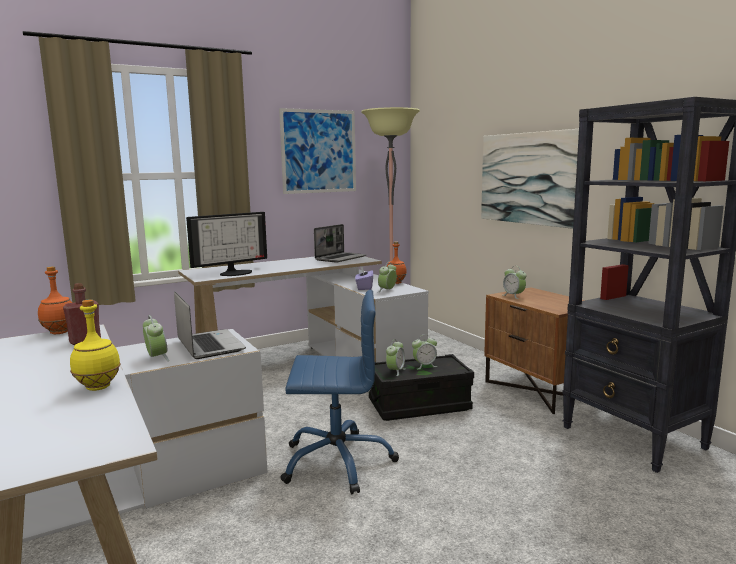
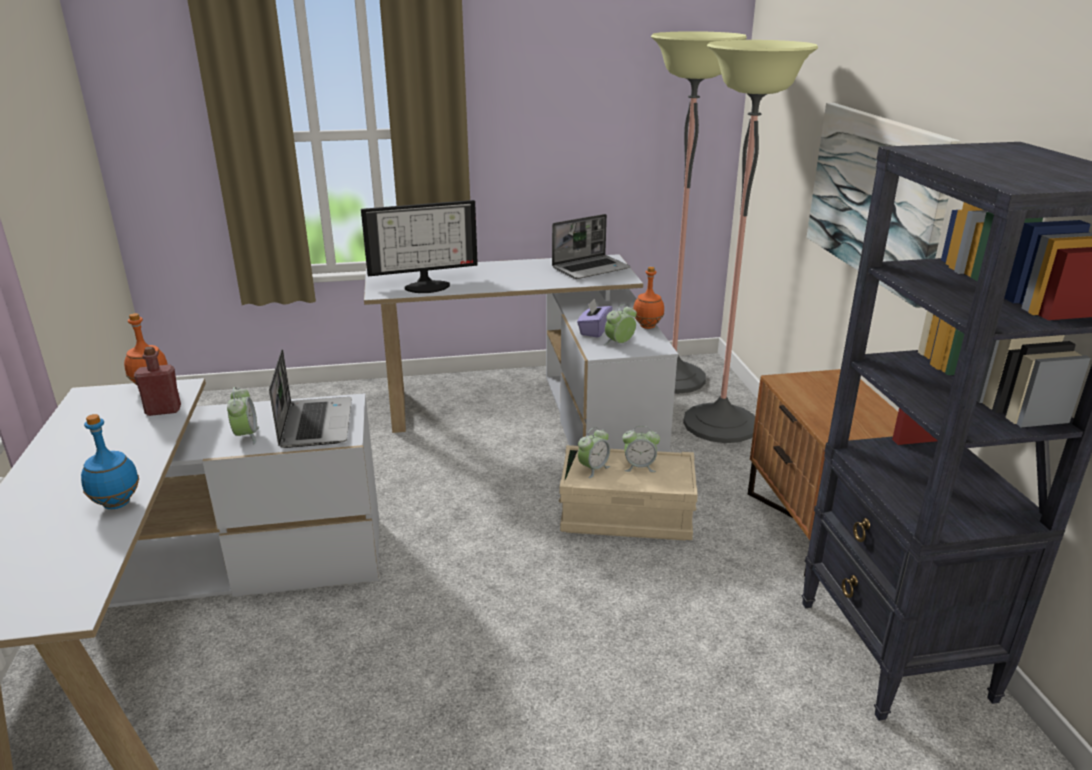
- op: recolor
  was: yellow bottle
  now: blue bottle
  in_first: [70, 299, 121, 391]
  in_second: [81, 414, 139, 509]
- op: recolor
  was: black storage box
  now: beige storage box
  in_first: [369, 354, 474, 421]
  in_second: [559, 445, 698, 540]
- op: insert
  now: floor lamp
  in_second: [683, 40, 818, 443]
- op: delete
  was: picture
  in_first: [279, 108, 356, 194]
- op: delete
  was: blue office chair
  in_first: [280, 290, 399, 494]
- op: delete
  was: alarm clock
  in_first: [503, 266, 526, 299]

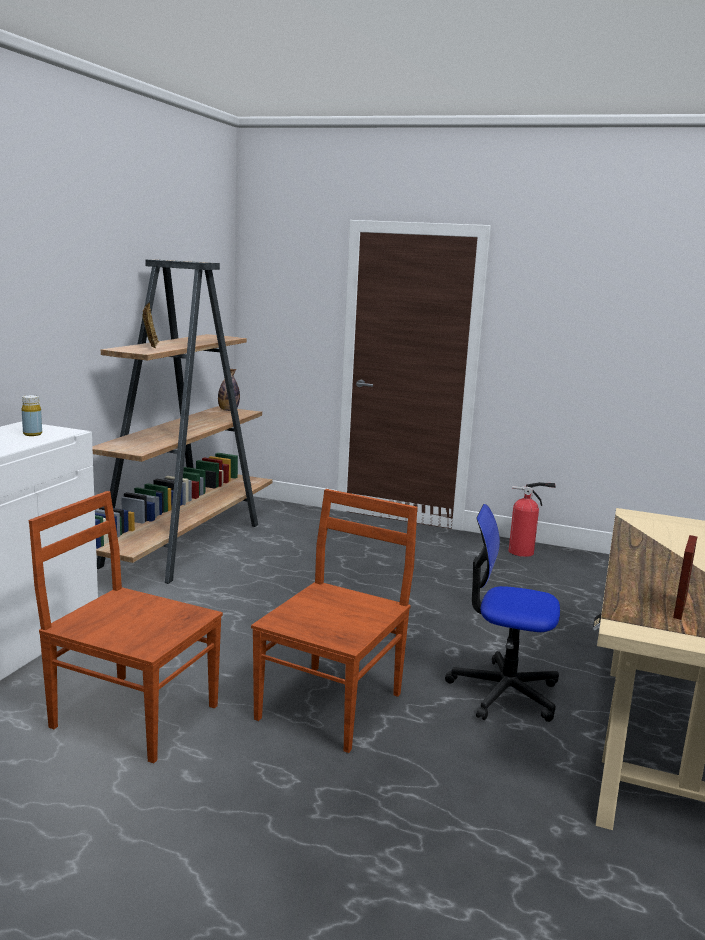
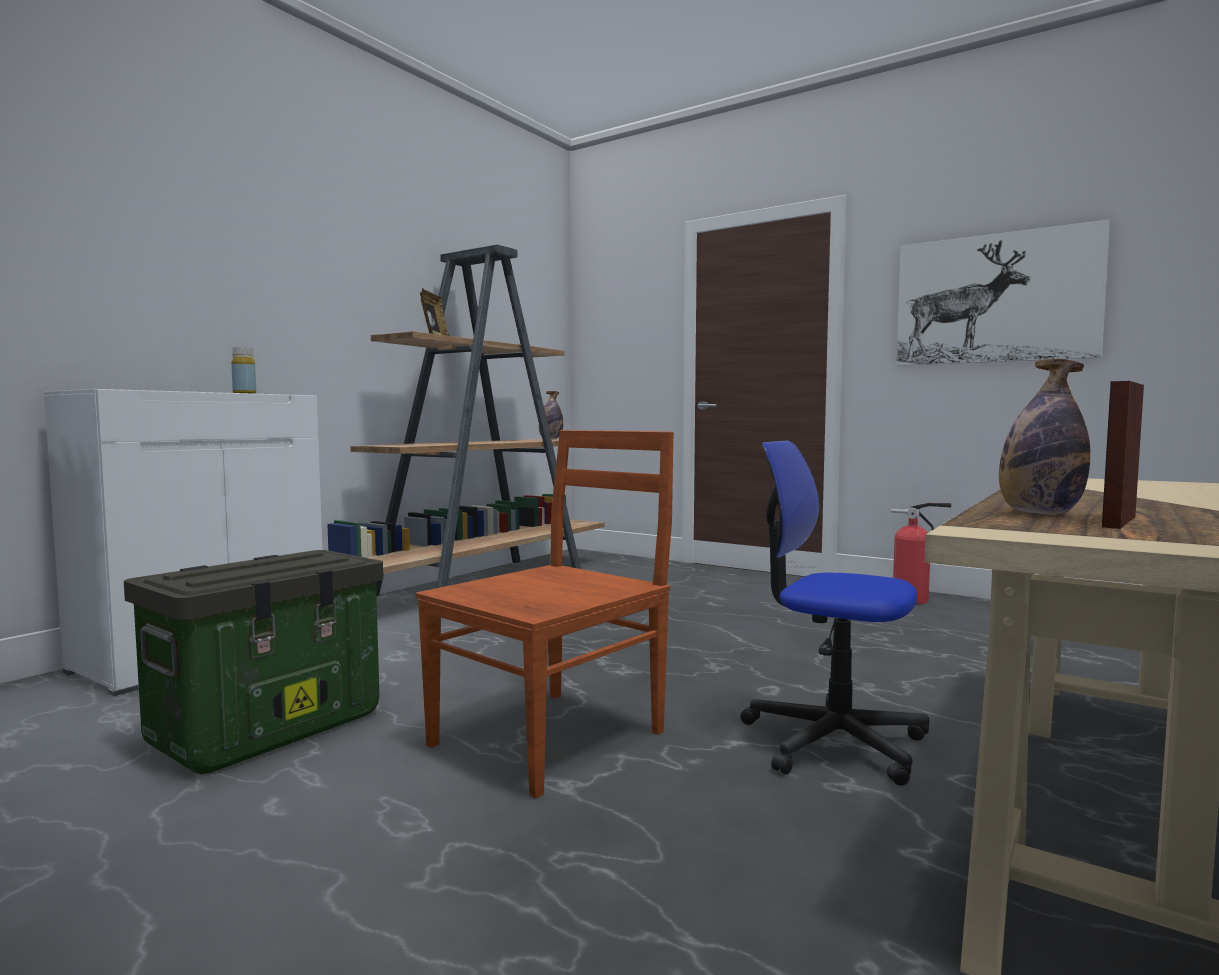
- op: replace
  was: brown chair
  now: storage box
  in_first: [29, 491, 223, 763]
  in_second: [124, 550, 383, 774]
- op: insert
  now: picture
  in_second: [896, 219, 1110, 366]
- op: insert
  now: bottle
  in_second: [999, 359, 1090, 515]

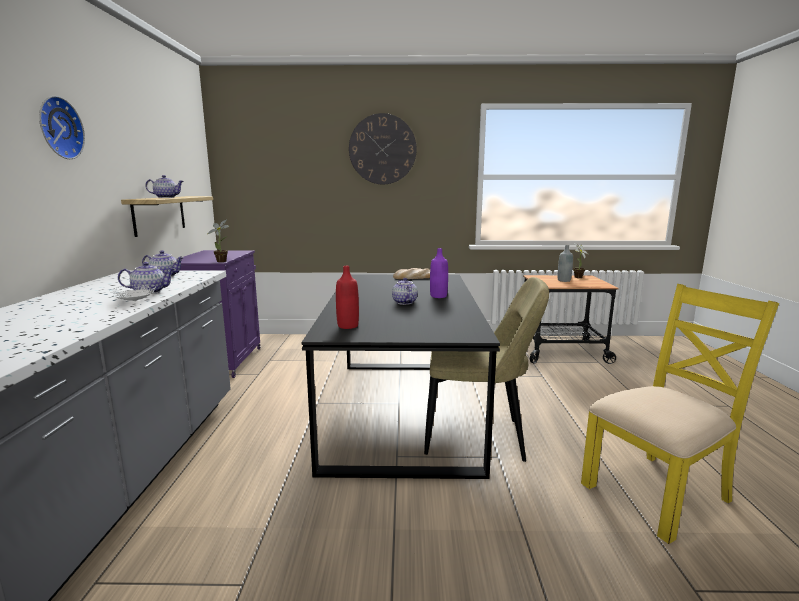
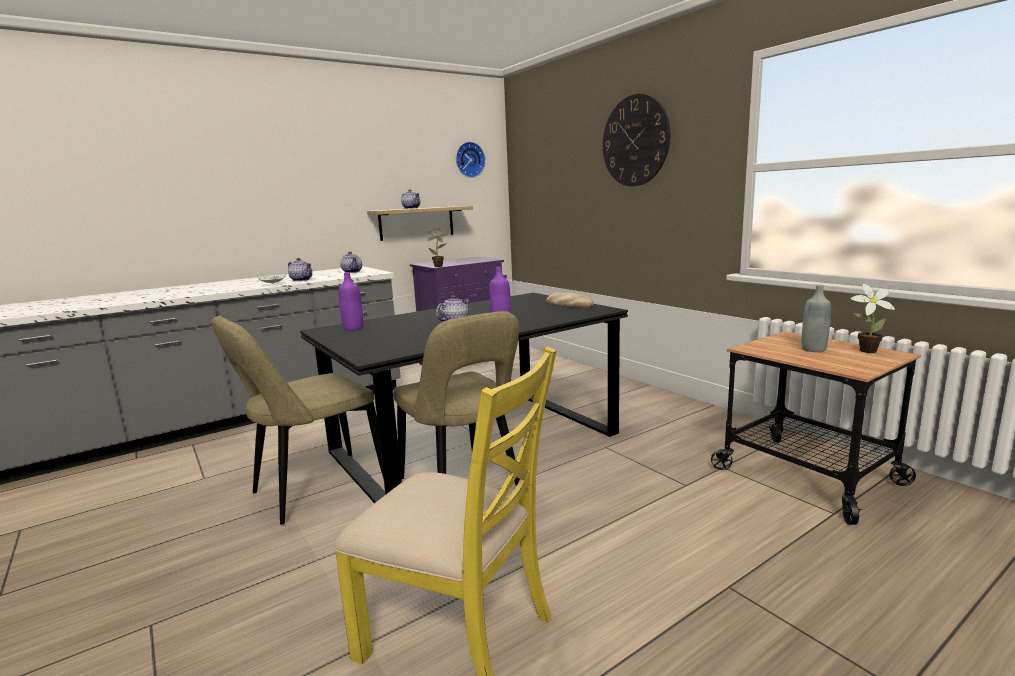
- op: insert
  now: beige chair
  in_second: [211, 316, 384, 525]
- op: recolor
  was: red bottle
  now: purple bottle
  in_first: [336, 266, 359, 329]
  in_second: [338, 272, 363, 331]
- op: move
  was: wall clock
  in_first: [39, 96, 85, 159]
  in_second: [456, 142, 486, 178]

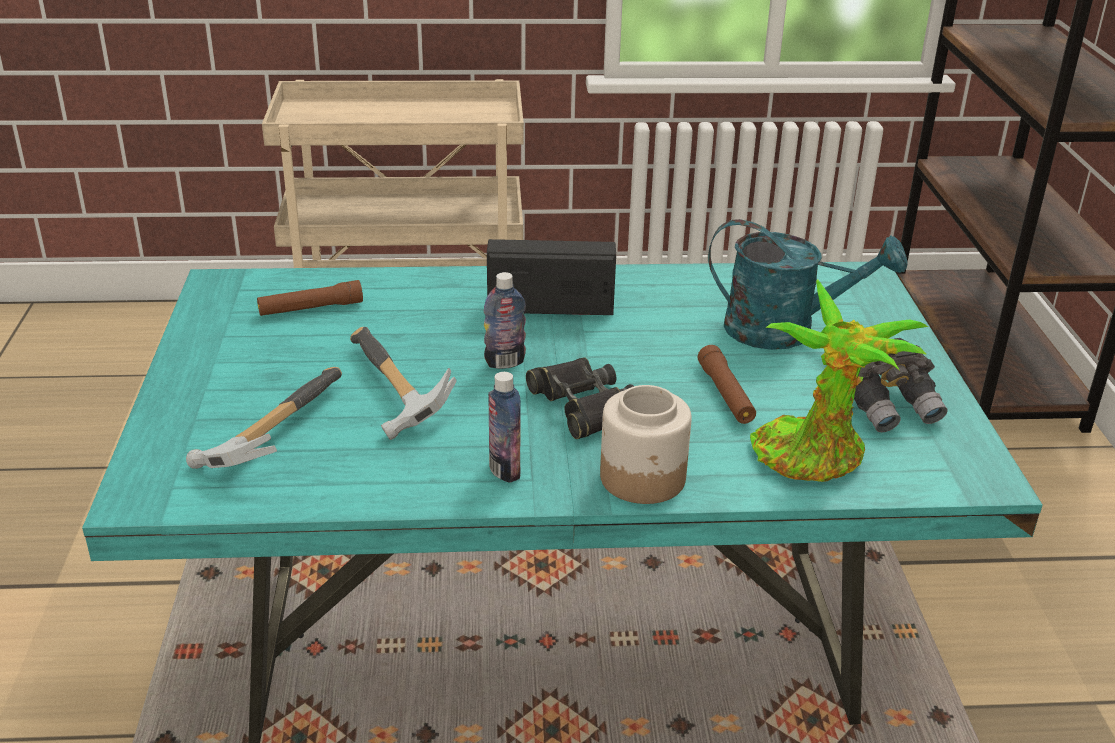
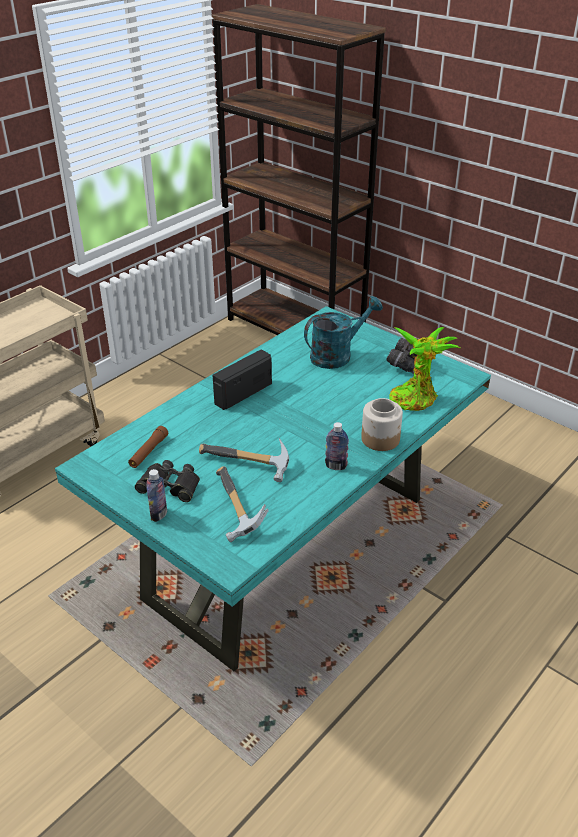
- op: move
  was: black binoculars
  in_first: [526, 357, 634, 439]
  in_second: [135, 460, 200, 502]
- op: move
  was: bottle
  in_first: [484, 272, 526, 369]
  in_second: [146, 469, 167, 522]
- op: delete
  was: brown flashlight
  in_first: [698, 345, 756, 424]

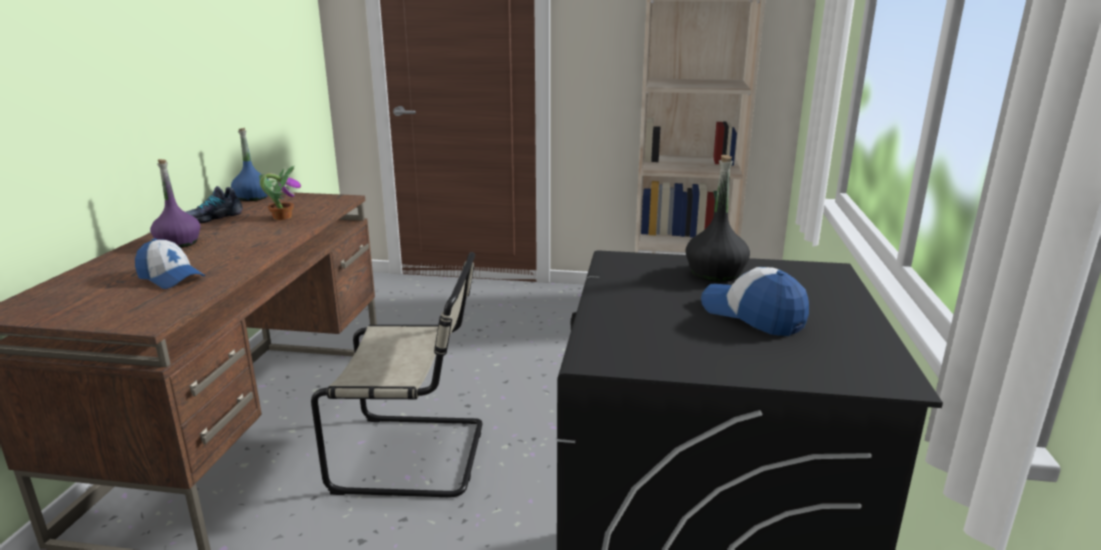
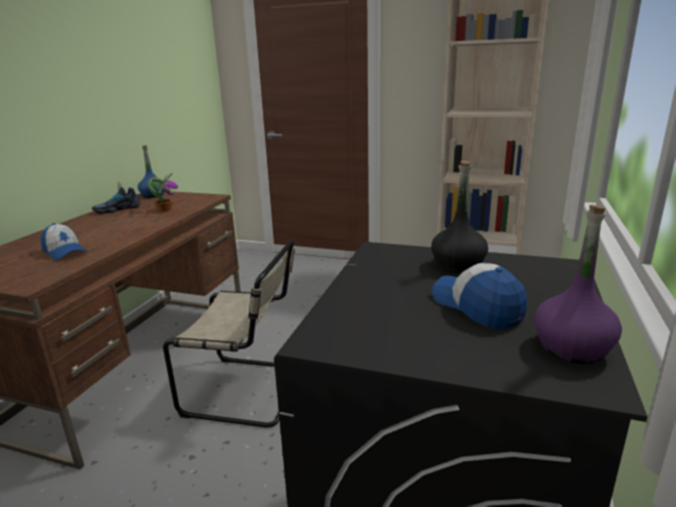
- op: move
  was: purple bottle
  in_first: [150, 159, 200, 248]
  in_second: [534, 204, 622, 364]

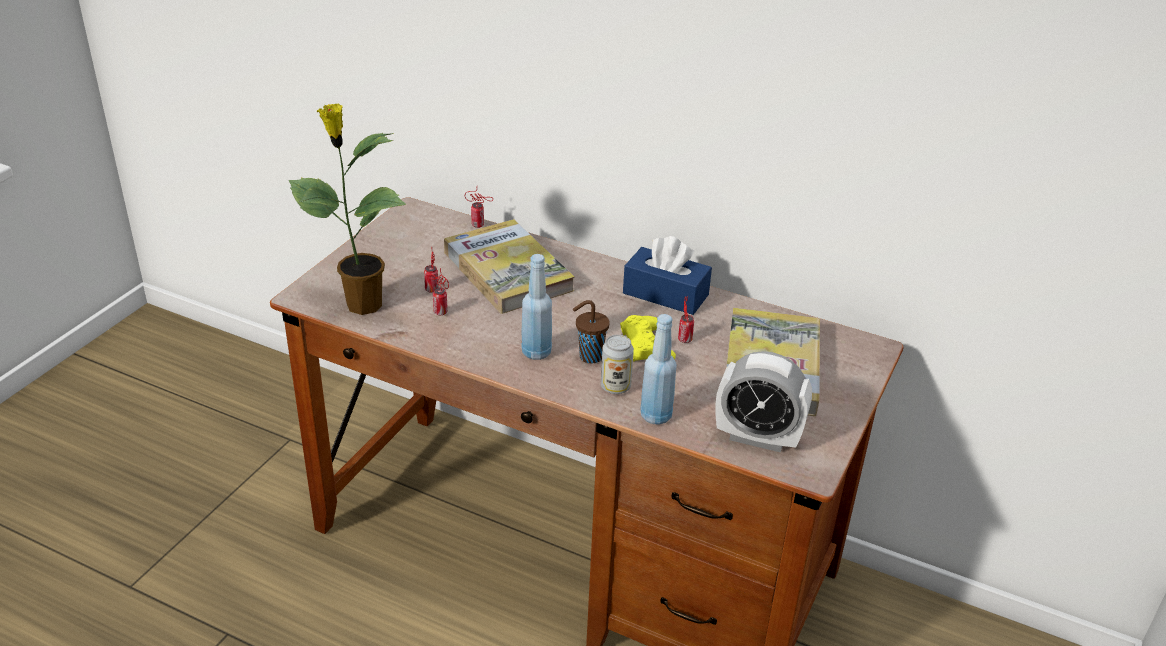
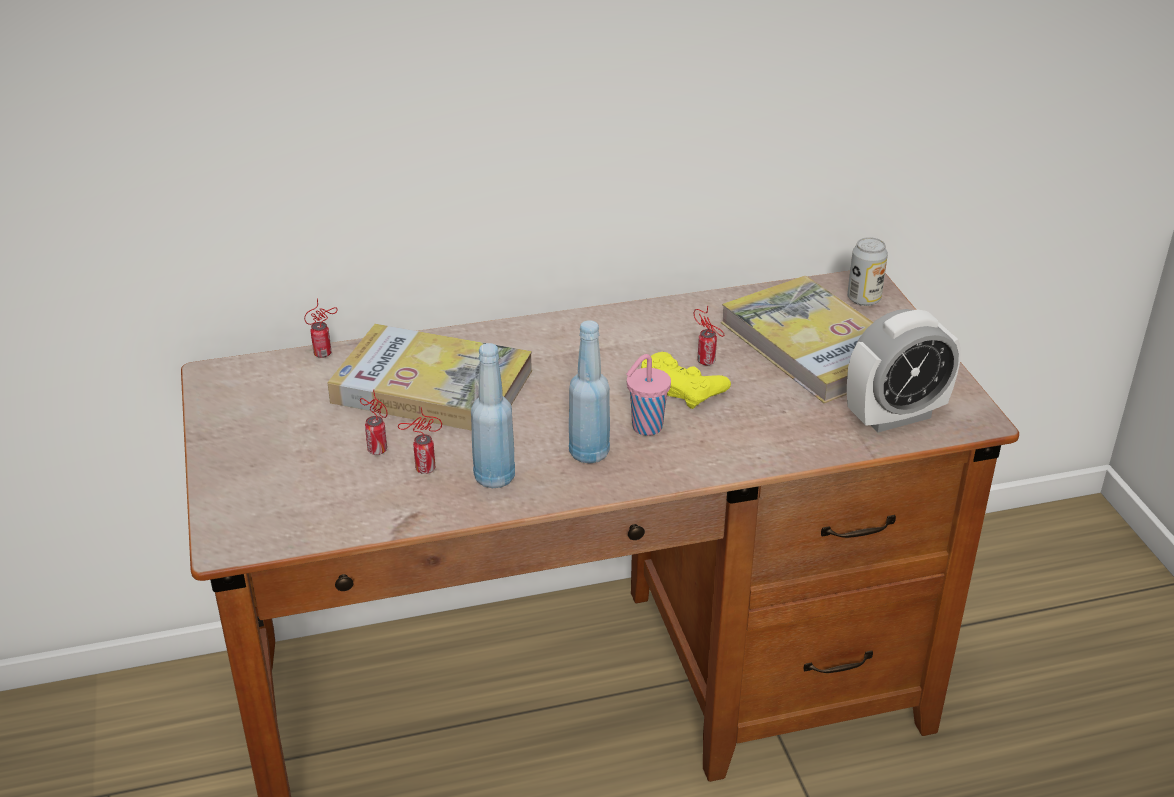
- op: move
  was: blue bottle
  in_first: [640, 314, 677, 425]
  in_second: [471, 343, 515, 488]
- op: recolor
  was: brown cup
  now: pink cup
  in_first: [573, 300, 610, 363]
  in_second: [626, 354, 671, 436]
- op: move
  was: can
  in_first: [601, 335, 634, 394]
  in_second: [847, 237, 888, 306]
- op: delete
  was: potted plant
  in_first: [289, 104, 406, 315]
- op: delete
  was: blue tissue box
  in_first: [623, 236, 712, 315]

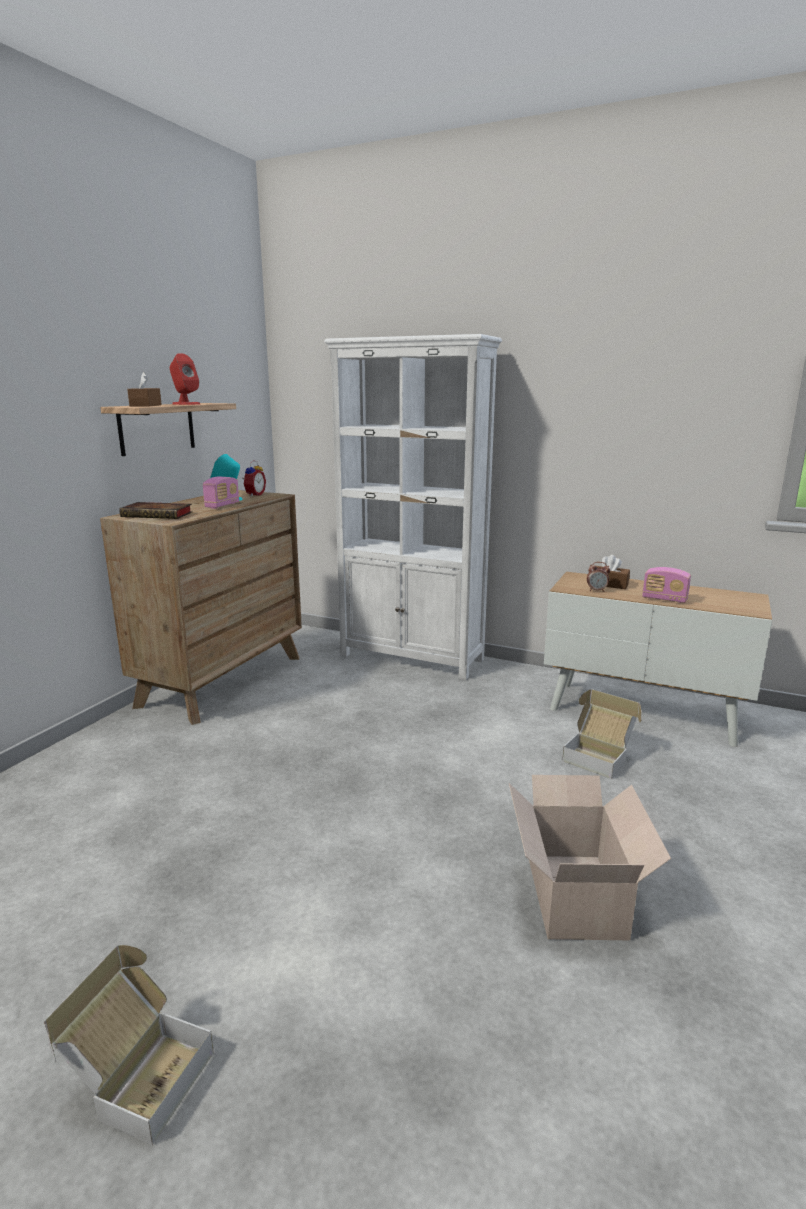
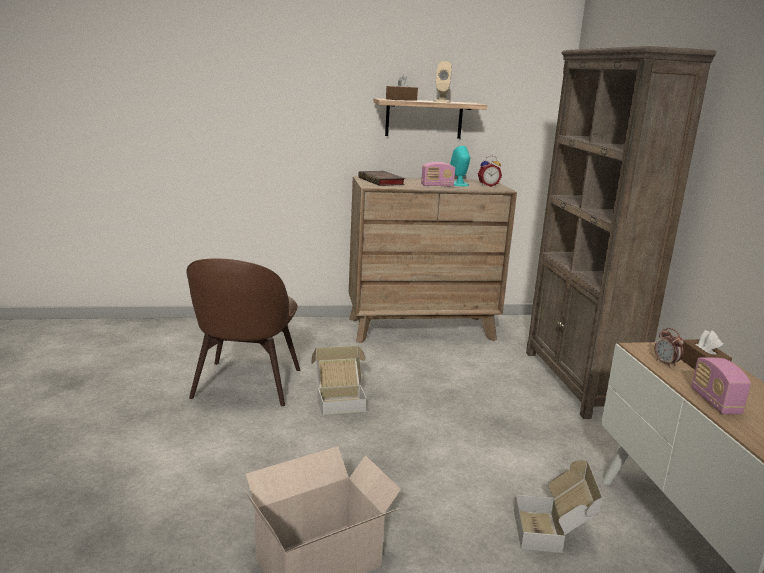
- op: insert
  now: brown chair
  in_second: [186, 259, 300, 406]
- op: move
  was: cardboard box
  in_first: [44, 945, 214, 1145]
  in_second: [311, 346, 367, 415]
- op: recolor
  was: red speaker
  now: beige speaker
  in_first: [170, 353, 200, 405]
  in_second: [433, 61, 452, 103]
- op: recolor
  was: white bookcase
  now: brown bookcase
  in_first: [324, 334, 502, 680]
  in_second: [526, 46, 716, 419]

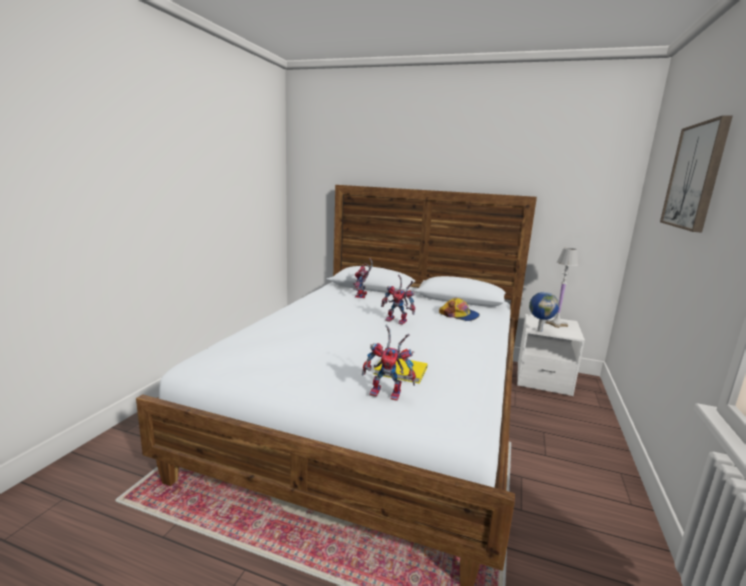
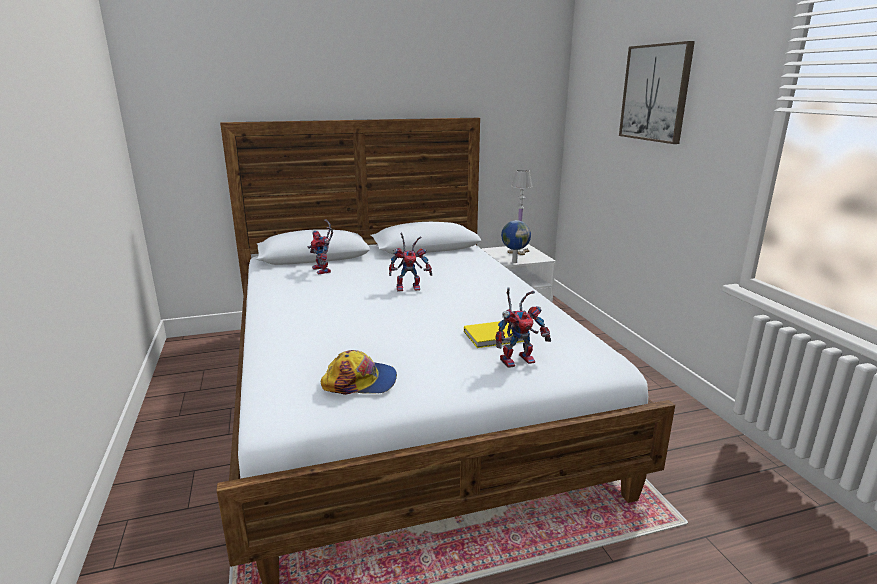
- op: move
  was: cap
  in_first: [439, 298, 480, 321]
  in_second: [321, 350, 397, 395]

